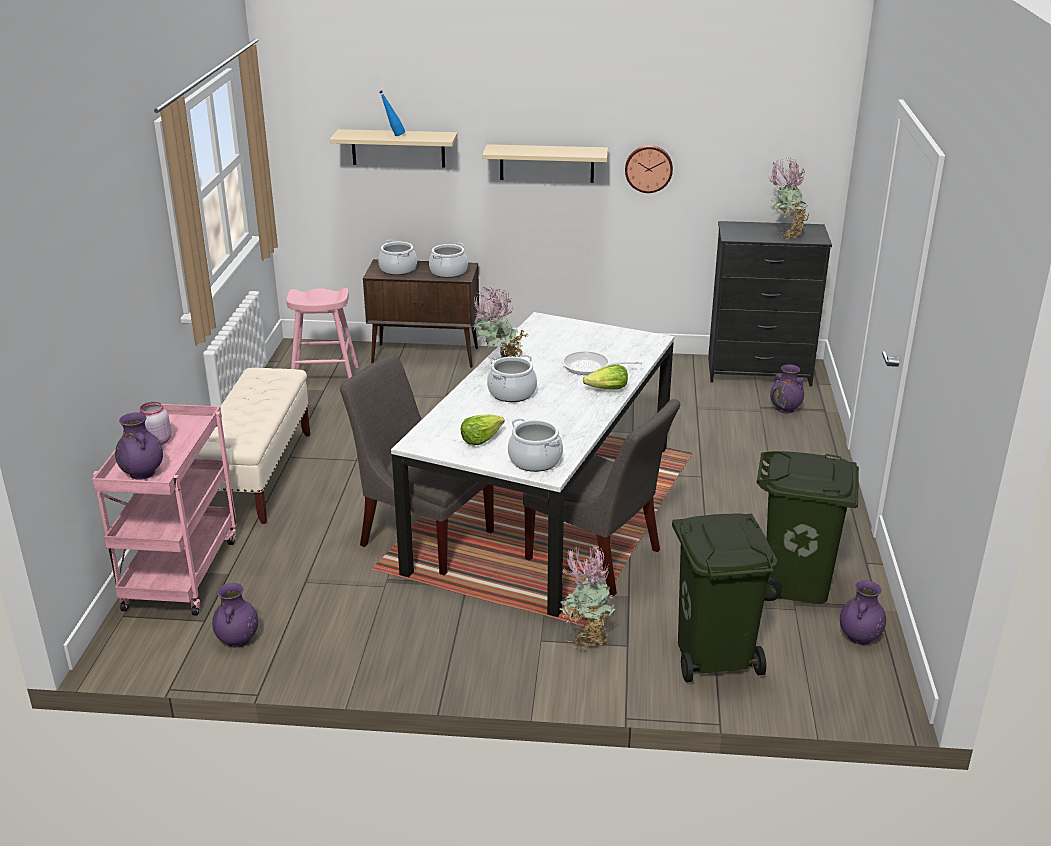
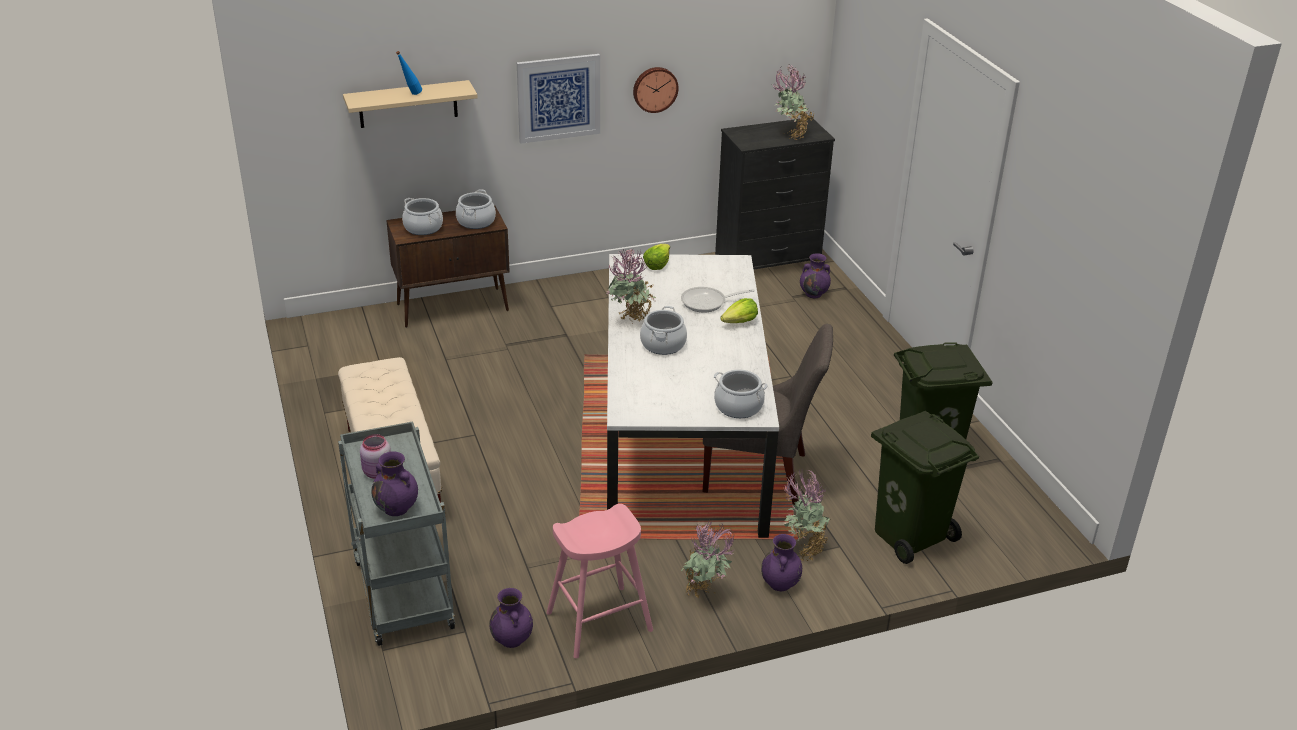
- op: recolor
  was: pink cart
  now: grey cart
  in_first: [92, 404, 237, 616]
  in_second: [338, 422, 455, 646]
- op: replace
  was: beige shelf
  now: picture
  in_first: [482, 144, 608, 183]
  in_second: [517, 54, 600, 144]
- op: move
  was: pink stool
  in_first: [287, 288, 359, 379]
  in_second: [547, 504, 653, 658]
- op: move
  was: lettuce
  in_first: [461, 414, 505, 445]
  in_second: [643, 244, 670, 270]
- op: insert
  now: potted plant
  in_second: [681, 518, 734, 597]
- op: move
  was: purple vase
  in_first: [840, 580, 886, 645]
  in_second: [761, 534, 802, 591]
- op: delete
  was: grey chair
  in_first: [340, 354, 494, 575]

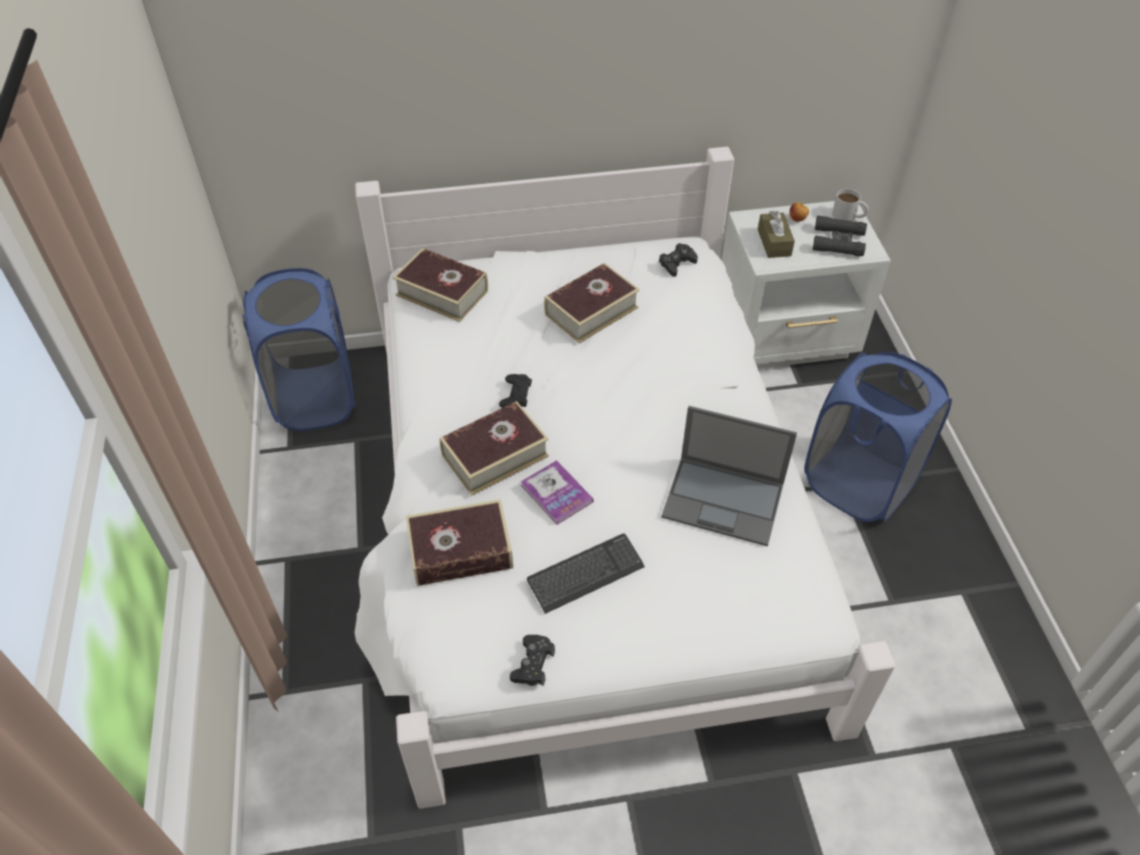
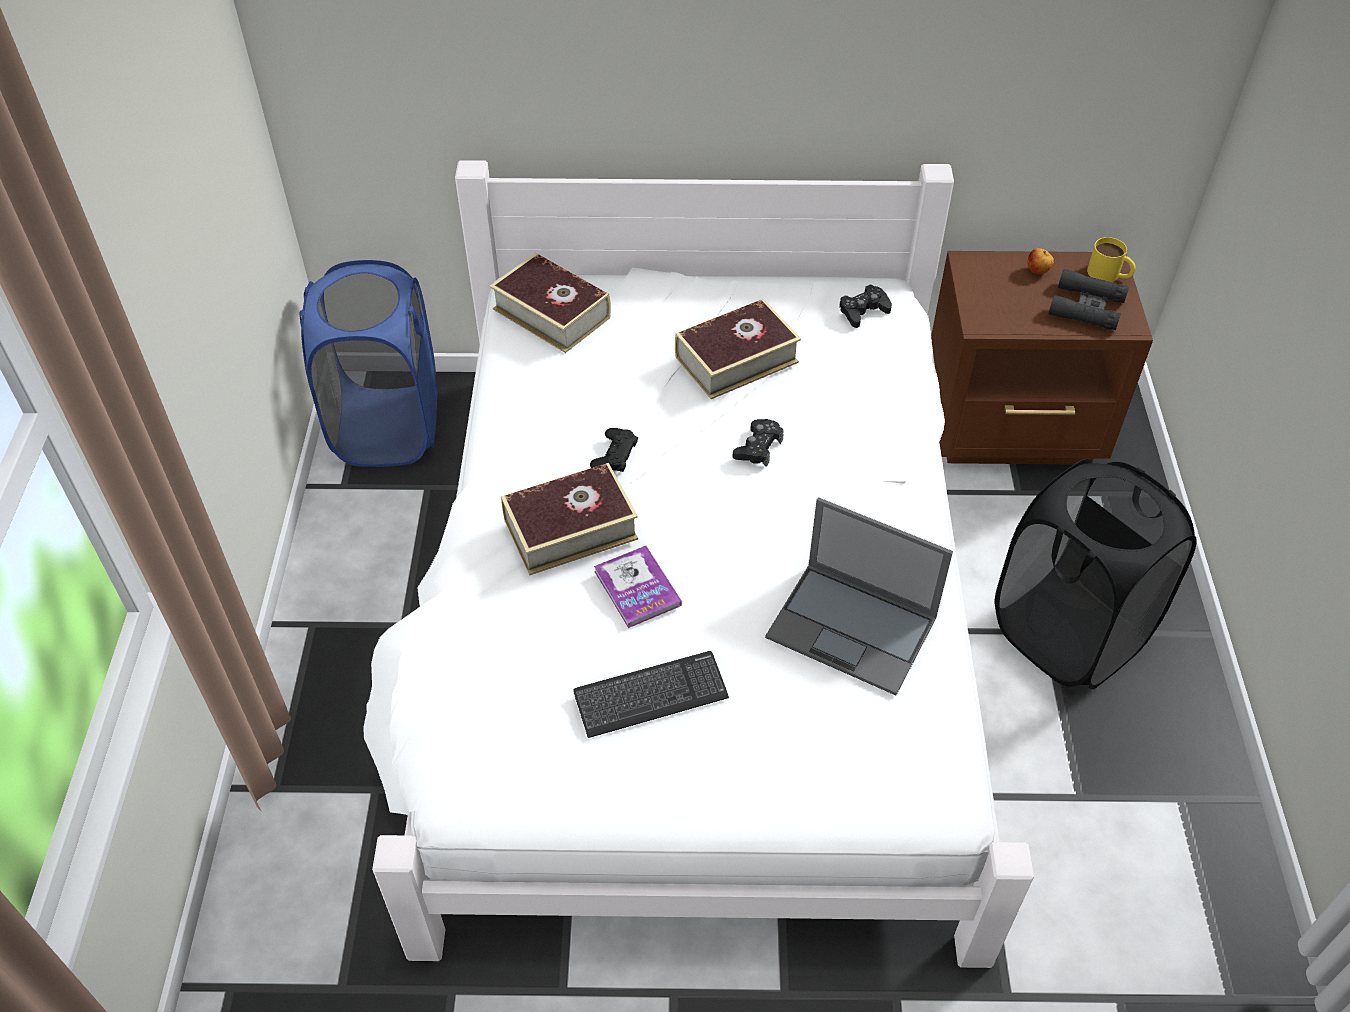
- op: move
  was: black game controller
  in_first: [510, 635, 555, 686]
  in_second: [733, 419, 784, 467]
- op: recolor
  was: white nightstand
  now: brown nightstand
  in_first: [722, 201, 891, 369]
  in_second: [931, 251, 1153, 465]
- op: recolor
  was: blue laundry basket
  now: black laundry basket
  in_first: [804, 352, 952, 522]
  in_second: [995, 459, 1197, 689]
- op: recolor
  was: white mug
  now: yellow mug
  in_first: [832, 189, 869, 221]
  in_second: [1087, 237, 1136, 282]
- op: delete
  was: book
  in_first: [406, 499, 513, 586]
- op: delete
  was: brown tissue box
  in_first: [758, 210, 795, 258]

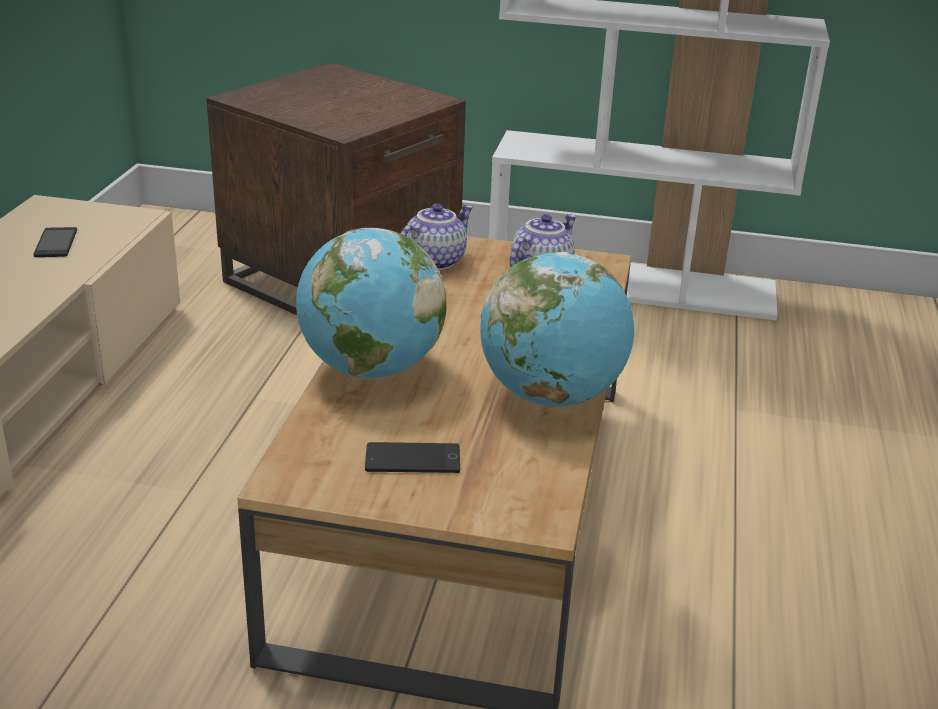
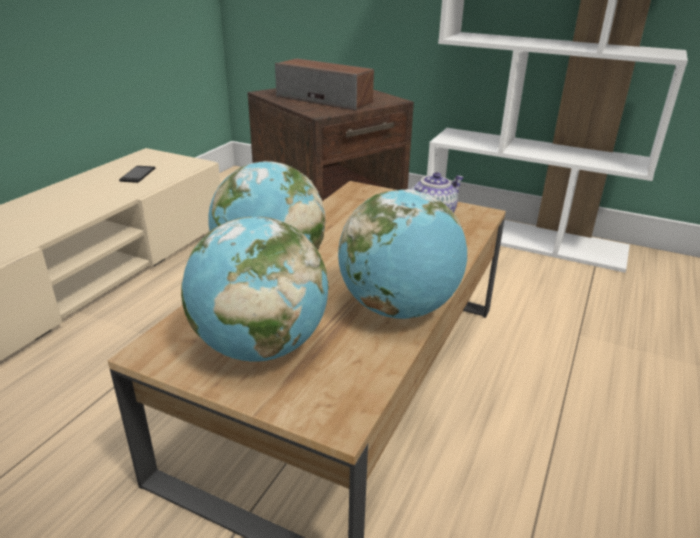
- op: replace
  was: phone
  now: globe
  in_first: [365, 442, 460, 473]
  in_second: [181, 217, 329, 362]
- op: insert
  now: speaker
  in_second: [275, 58, 374, 110]
- op: delete
  was: teapot
  in_first: [400, 204, 473, 270]

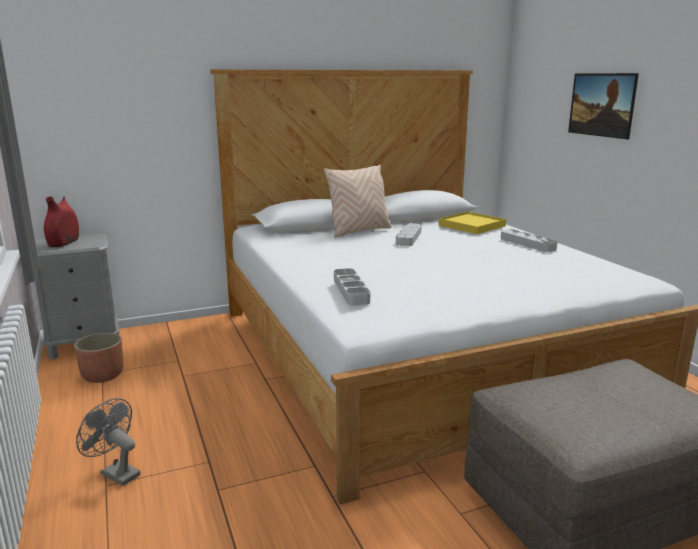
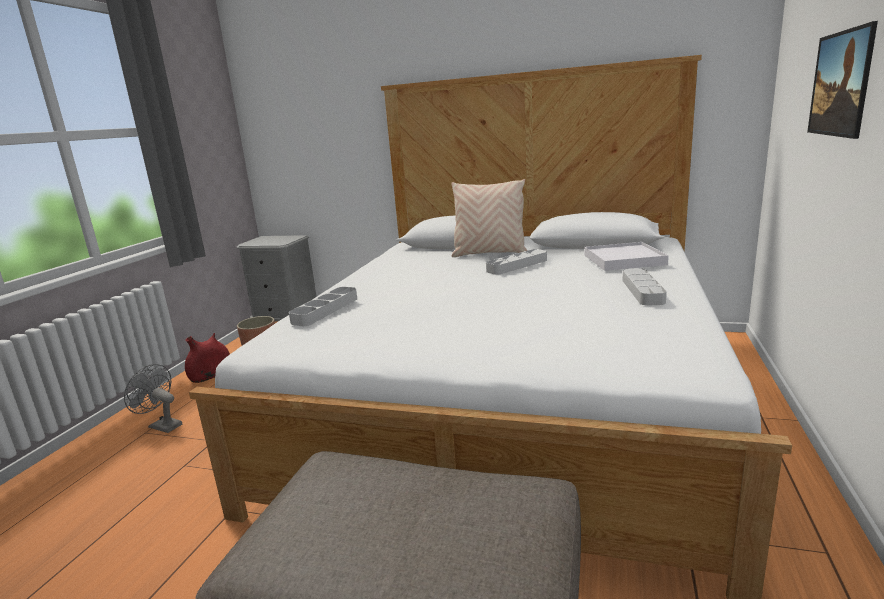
- op: rotate
  was: grey fan
  in_first: [76, 398, 140, 486]
  in_second: [124, 364, 182, 433]
  clockwise: -45
- op: move
  was: red vase
  in_first: [44, 196, 79, 247]
  in_second: [185, 333, 230, 383]
- op: recolor
  was: yellow tray
  now: white tray
  in_first: [438, 212, 506, 234]
  in_second: [584, 242, 669, 271]

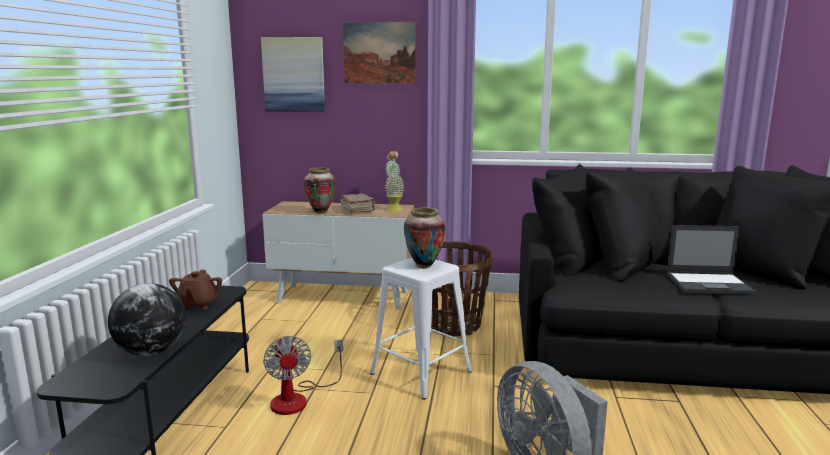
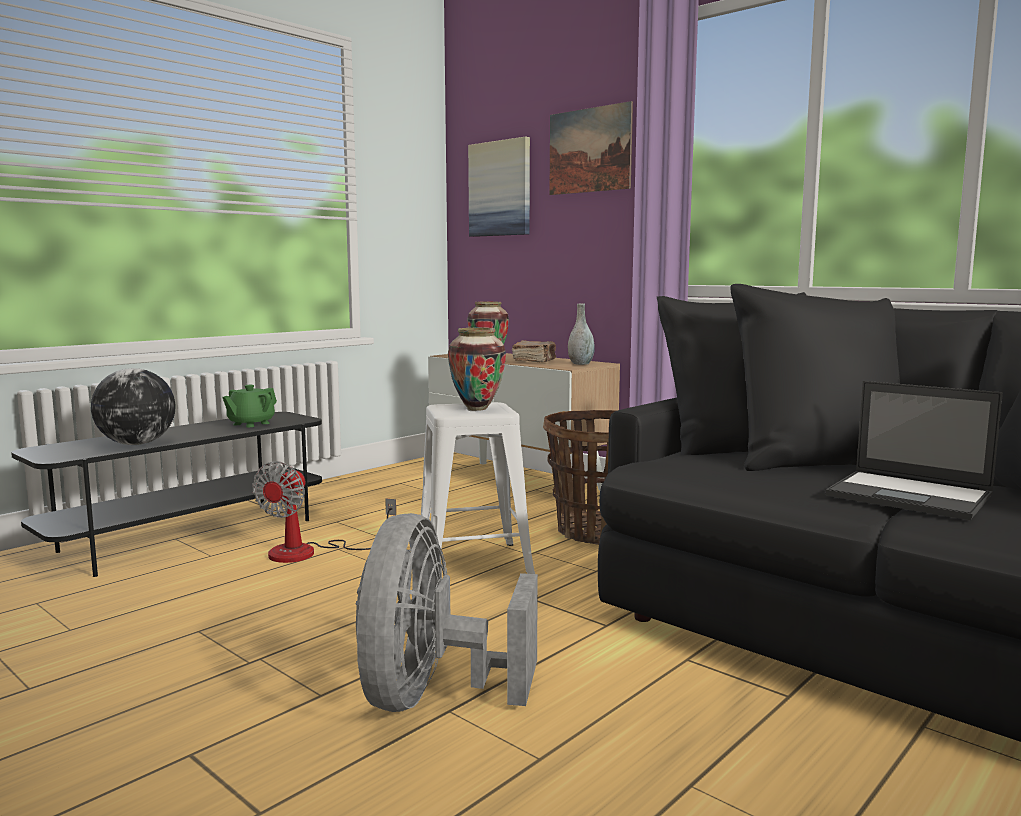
- op: recolor
  was: brown teapot
  now: green teapot
  in_first: [169, 270, 222, 310]
  in_second: [222, 385, 277, 427]
- op: replace
  was: potted plant
  now: grey vase
  in_first: [385, 151, 404, 212]
  in_second: [568, 304, 595, 365]

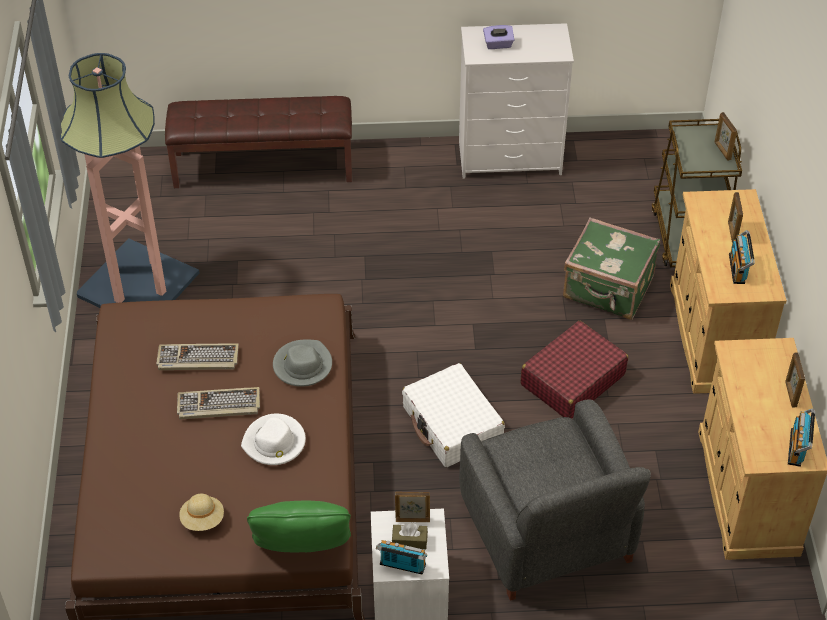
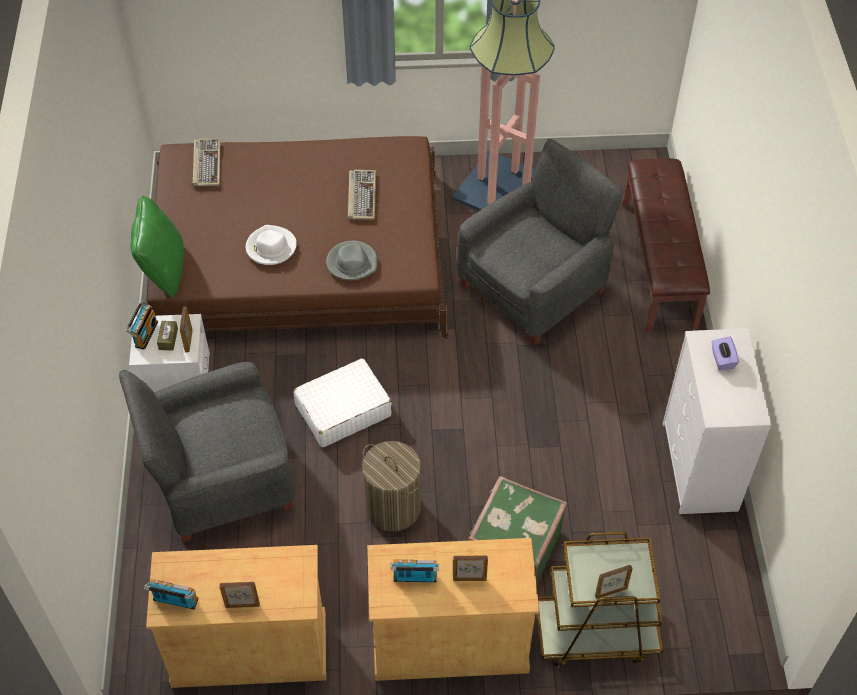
- op: move
  was: keyboard
  in_first: [177, 387, 260, 419]
  in_second: [193, 138, 220, 186]
- op: replace
  was: red suitcase
  now: laundry basket
  in_first: [521, 321, 628, 419]
  in_second: [362, 441, 421, 532]
- op: insert
  now: grey armchair
  in_second: [457, 139, 622, 345]
- op: delete
  was: beige hat
  in_first: [179, 494, 224, 531]

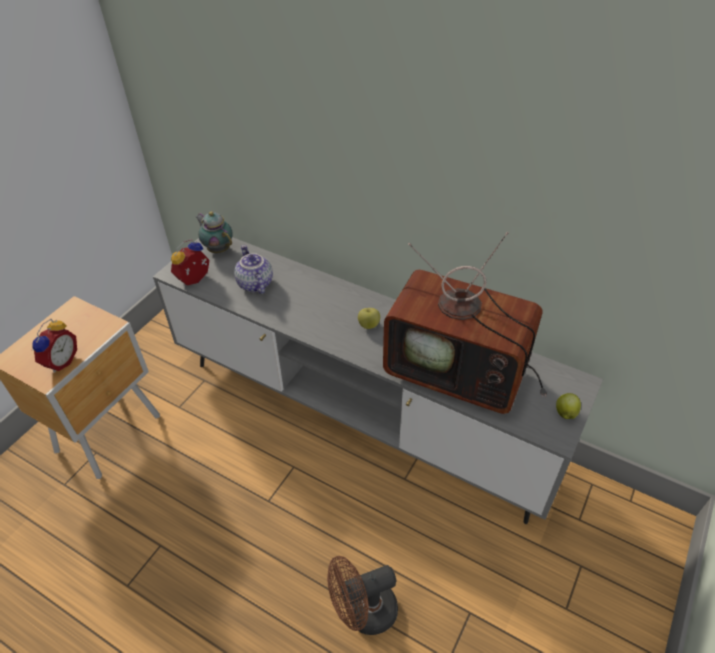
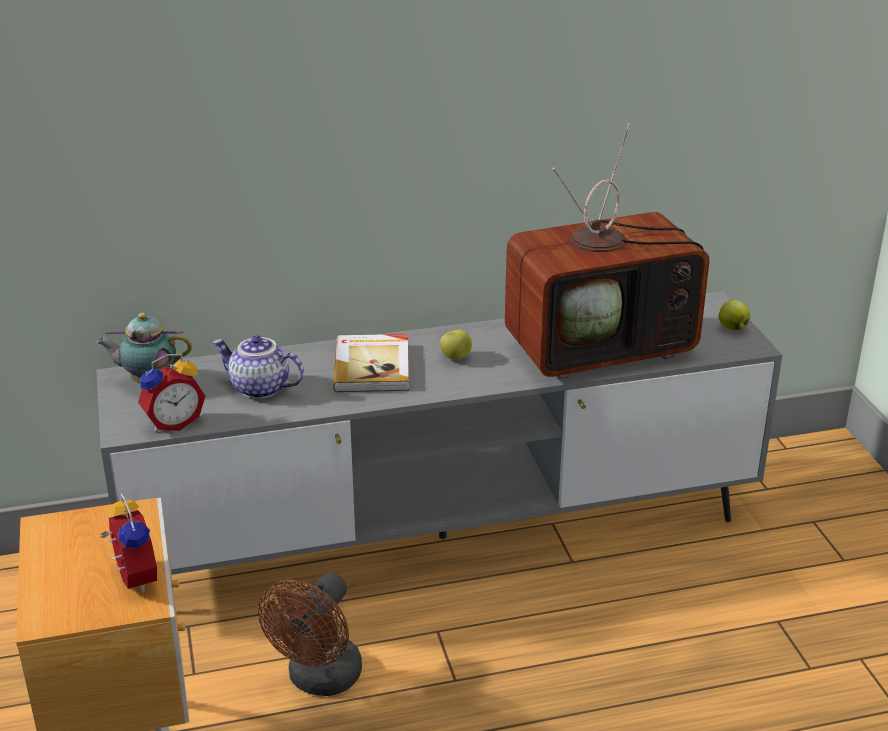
- op: rotate
  was: alarm clock
  in_first: [171, 239, 209, 286]
  in_second: [138, 354, 205, 431]
  clockwise: -120
- op: move
  was: brown fan
  in_first: [327, 556, 398, 635]
  in_second: [258, 573, 362, 696]
- op: insert
  now: book
  in_second: [333, 334, 409, 392]

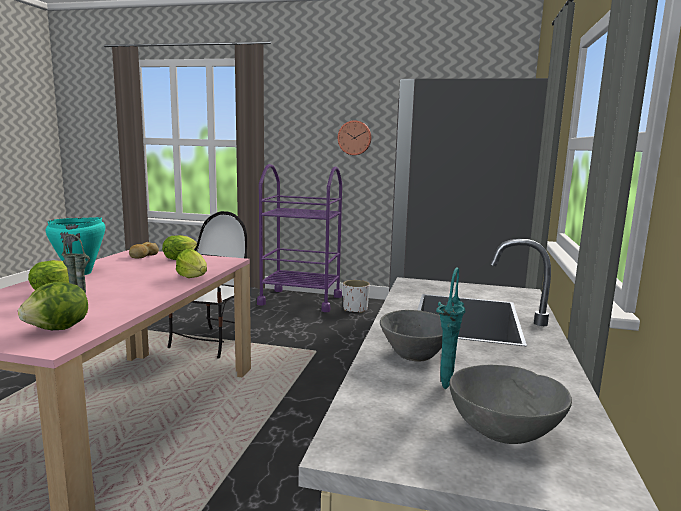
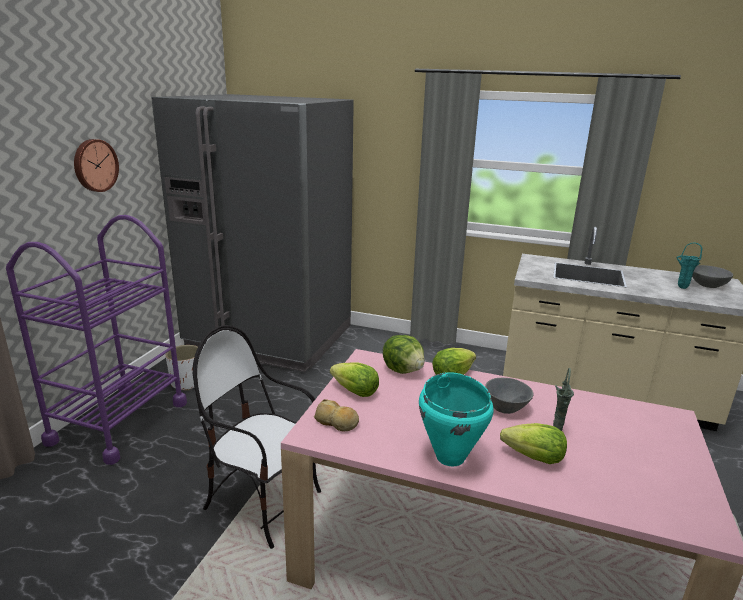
- op: move
  was: lettuce
  in_first: [18, 282, 88, 330]
  in_second: [383, 335, 425, 374]
- op: move
  was: grey bowl
  in_first: [380, 310, 443, 362]
  in_second: [485, 378, 533, 414]

